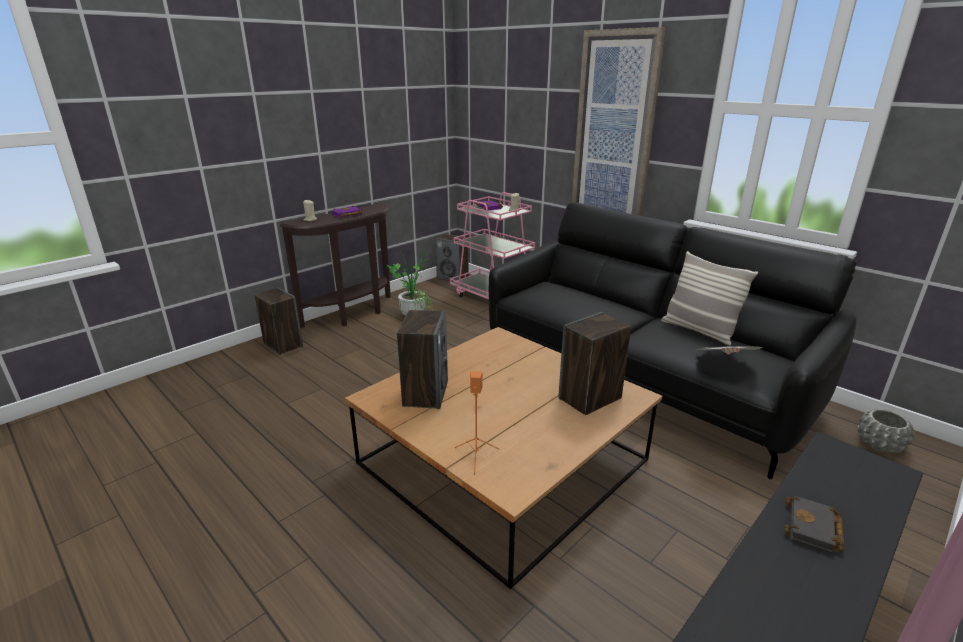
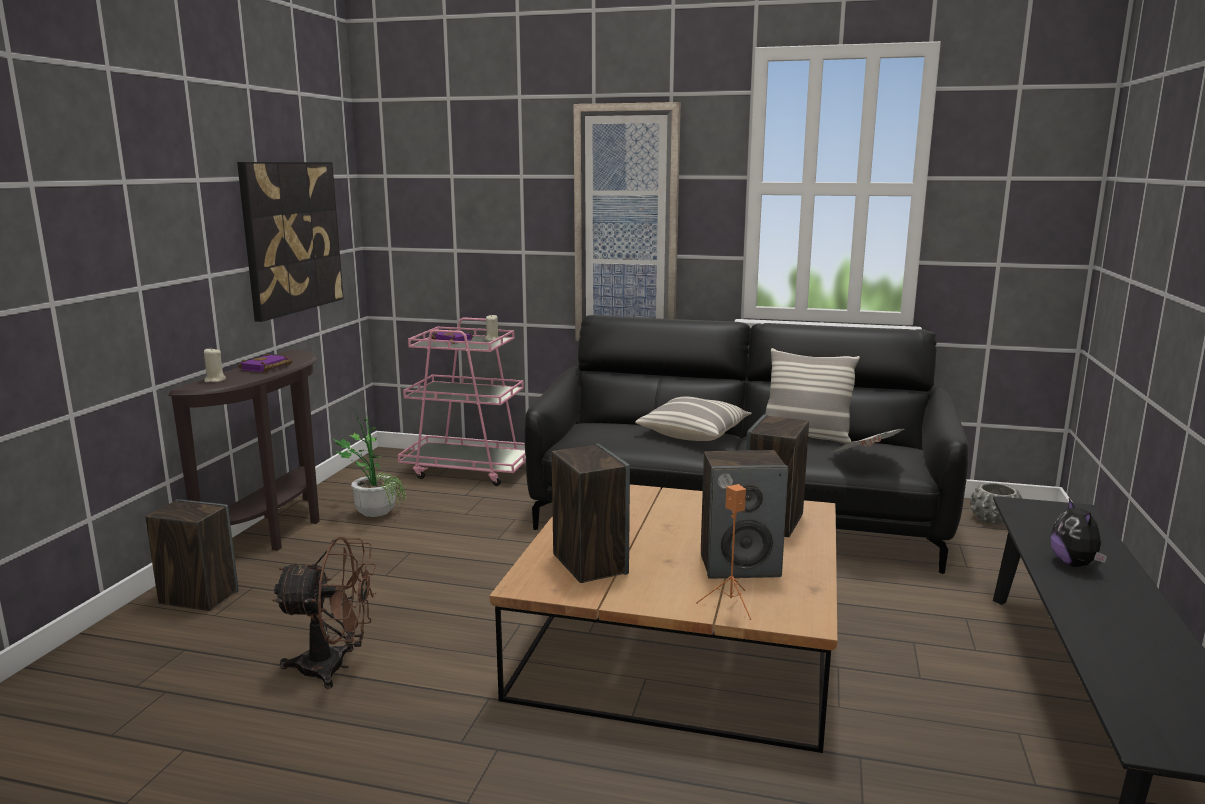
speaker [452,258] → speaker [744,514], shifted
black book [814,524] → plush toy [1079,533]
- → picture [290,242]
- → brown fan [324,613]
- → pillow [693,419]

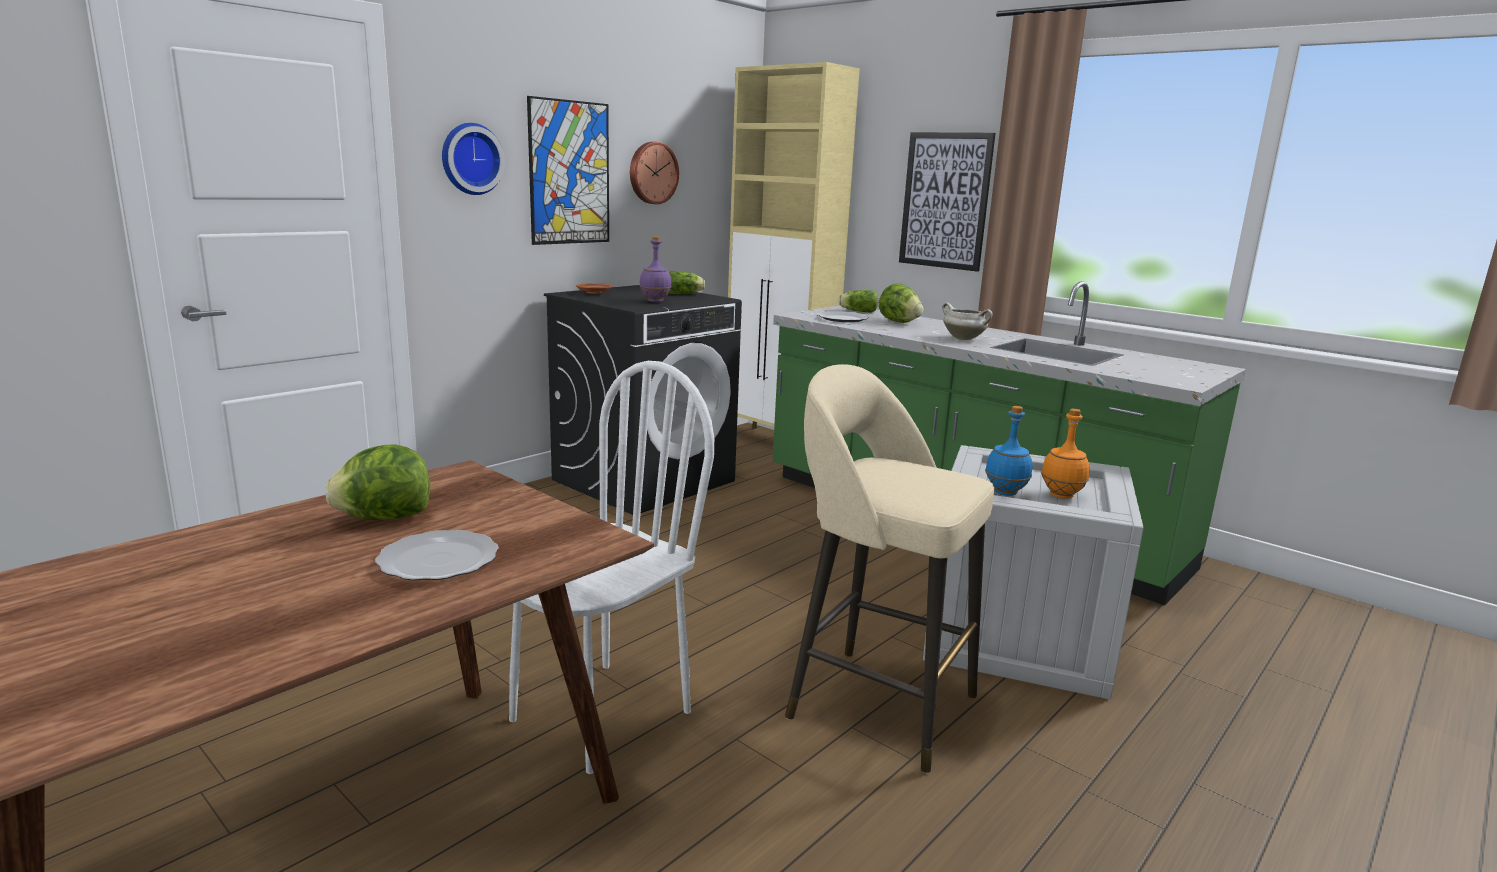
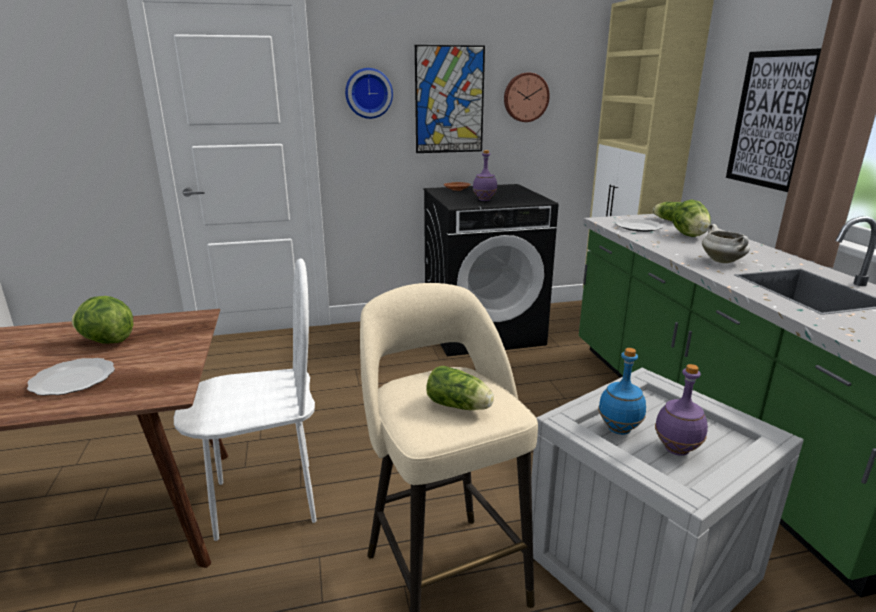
lettuce [687,282] → lettuce [460,388], shifted
orange bottle [1065,454] → purple bottle [681,410]

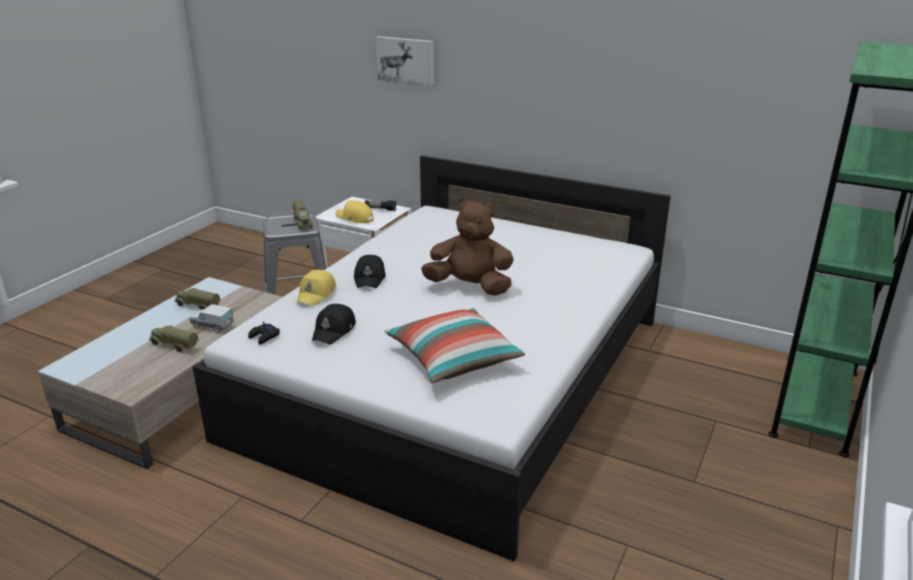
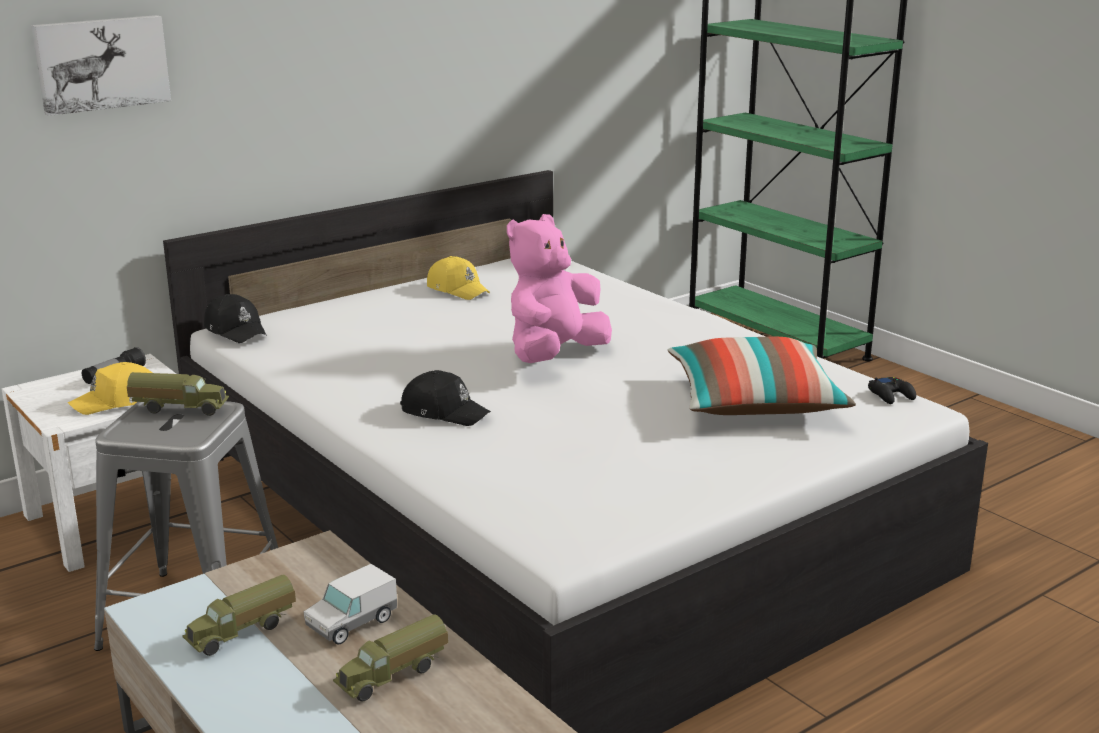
black game controller [264,333] → black game controller [892,390], shifted
yellow cap [316,288] → yellow cap [458,278], shifted
black cap [334,324] → black cap [235,318], shifted
brown plush toy [467,247] → pink plush toy [559,288]

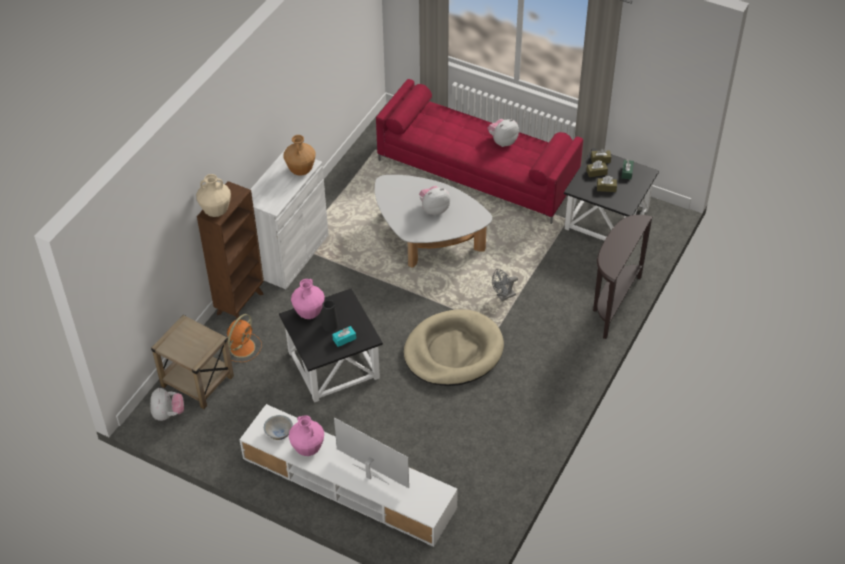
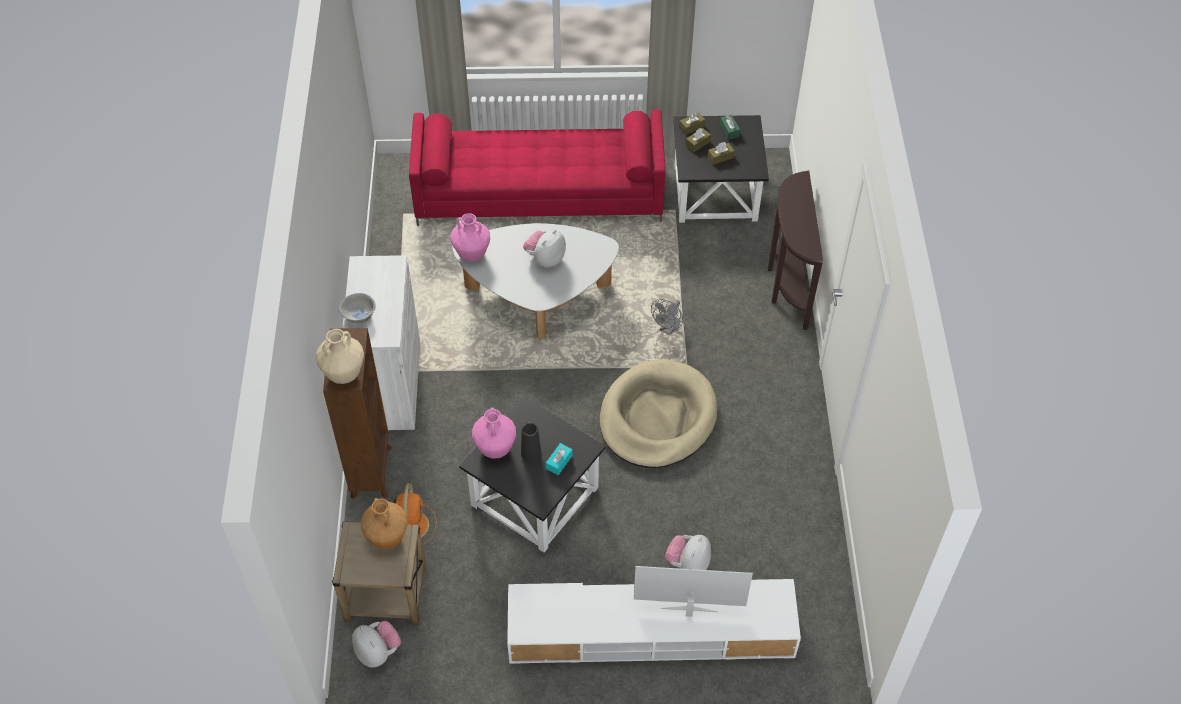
white bowl [278,427] → white bowl [357,308], shifted
brown vase [299,155] → brown vase [384,523], shifted
pink vase [306,435] → pink vase [470,237], shifted
plush toy [503,133] → plush toy [688,552], shifted

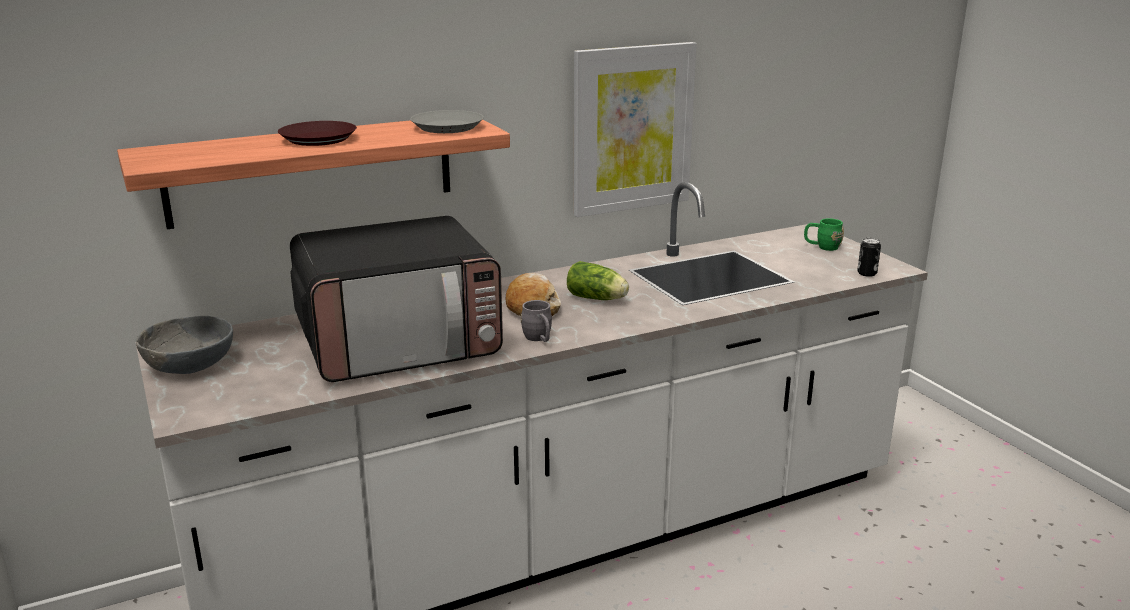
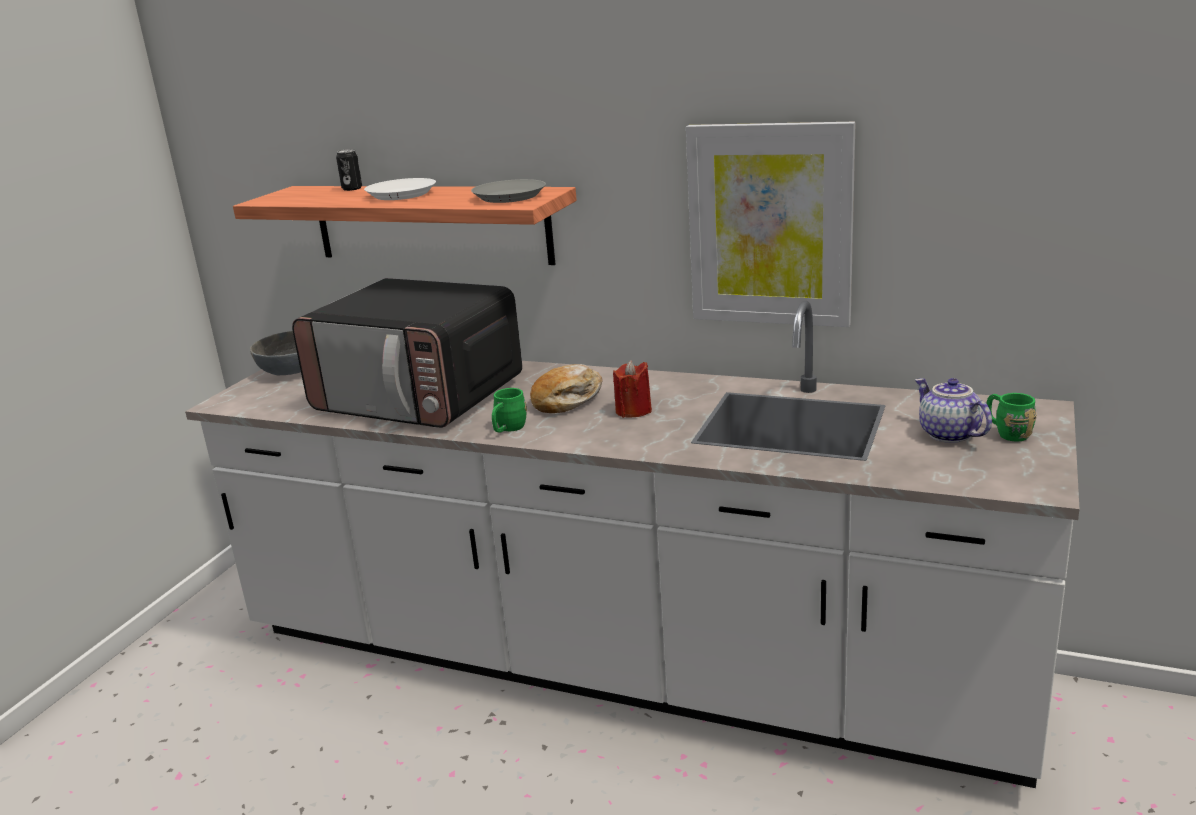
brown plate [317,133] → white plate [400,189]
grey mug [536,321] → green mug [509,410]
lettuce [598,280] → red candle [632,389]
can [869,257] → can [349,170], shifted
- → teapot [953,410]

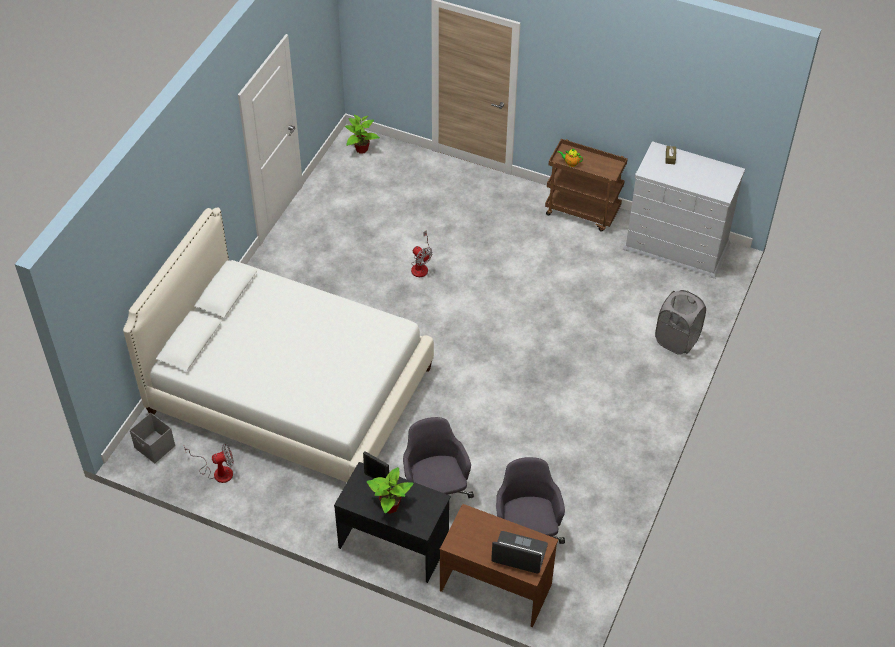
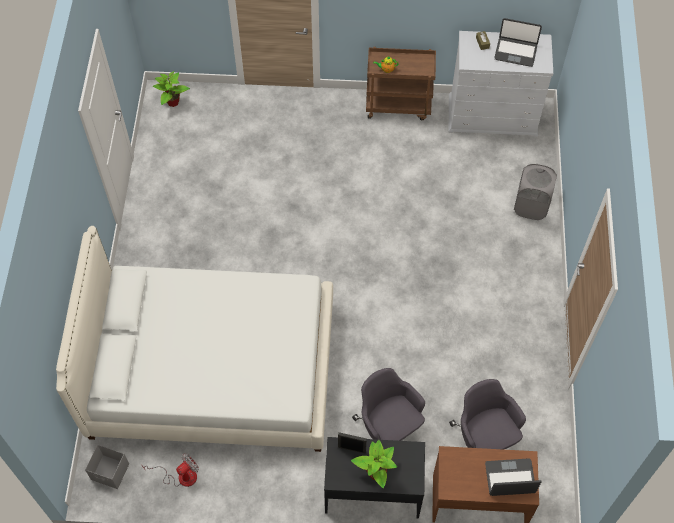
fan [421,253] → -
- → laptop [518,42]

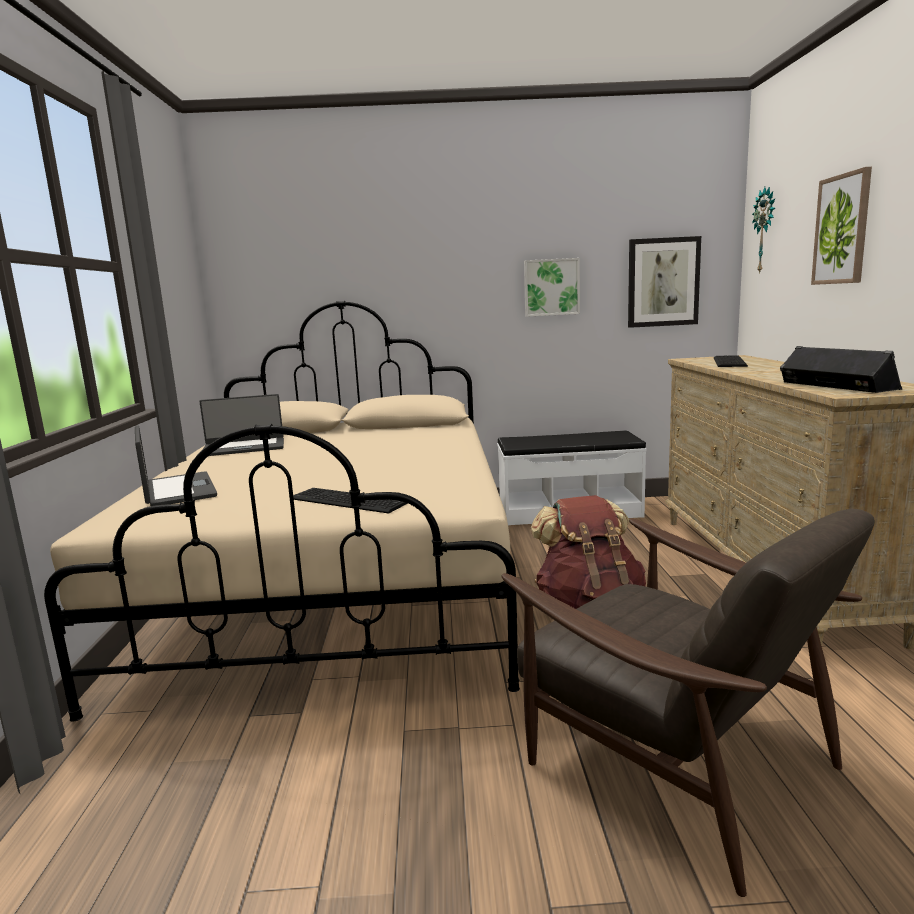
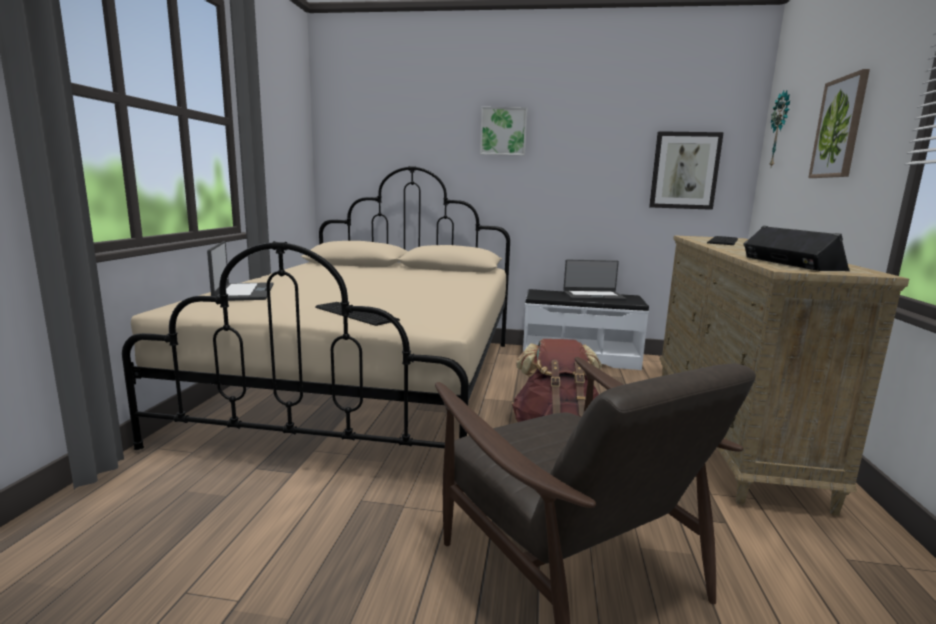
laptop [241,425] → laptop [594,280], shifted
picture [552,287] → picture [504,131], shifted

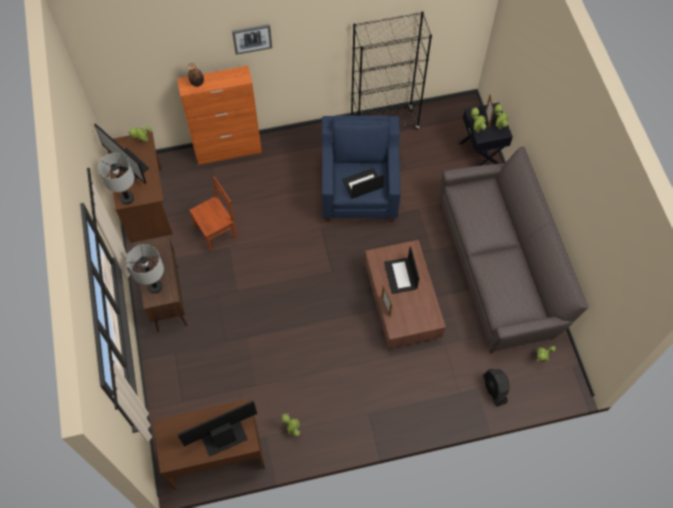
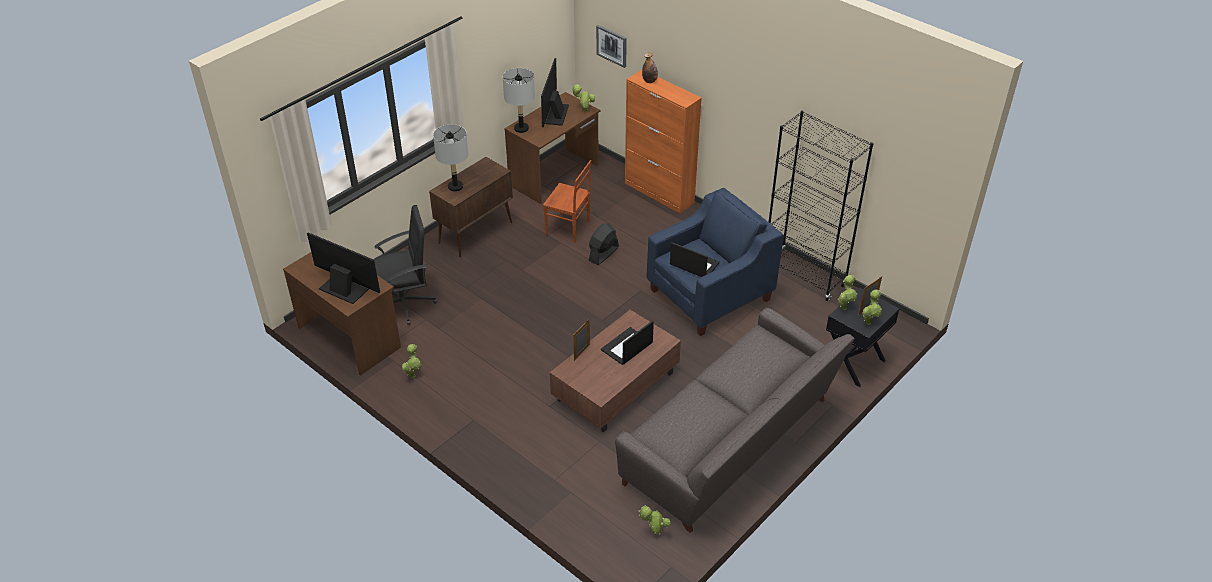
picture [252,39] → picture [611,46], shifted
black fan [496,388] → black fan [603,244], shifted
- → black office chair [405,265]

